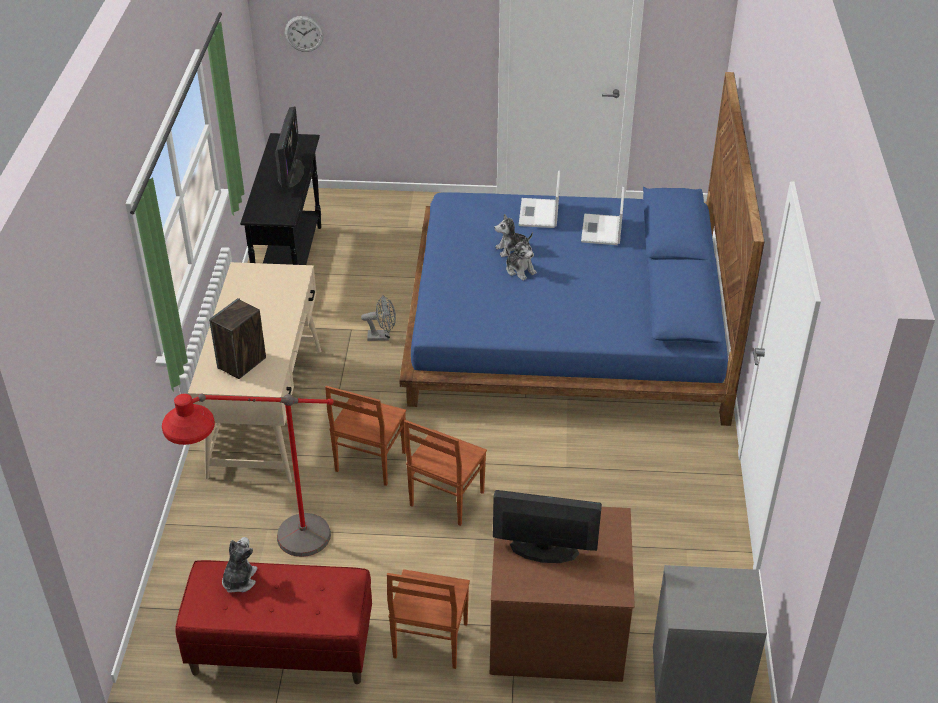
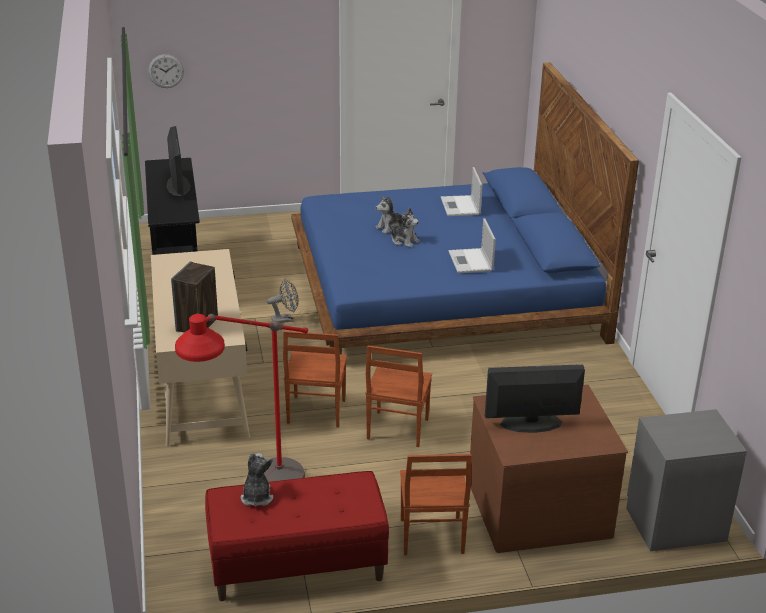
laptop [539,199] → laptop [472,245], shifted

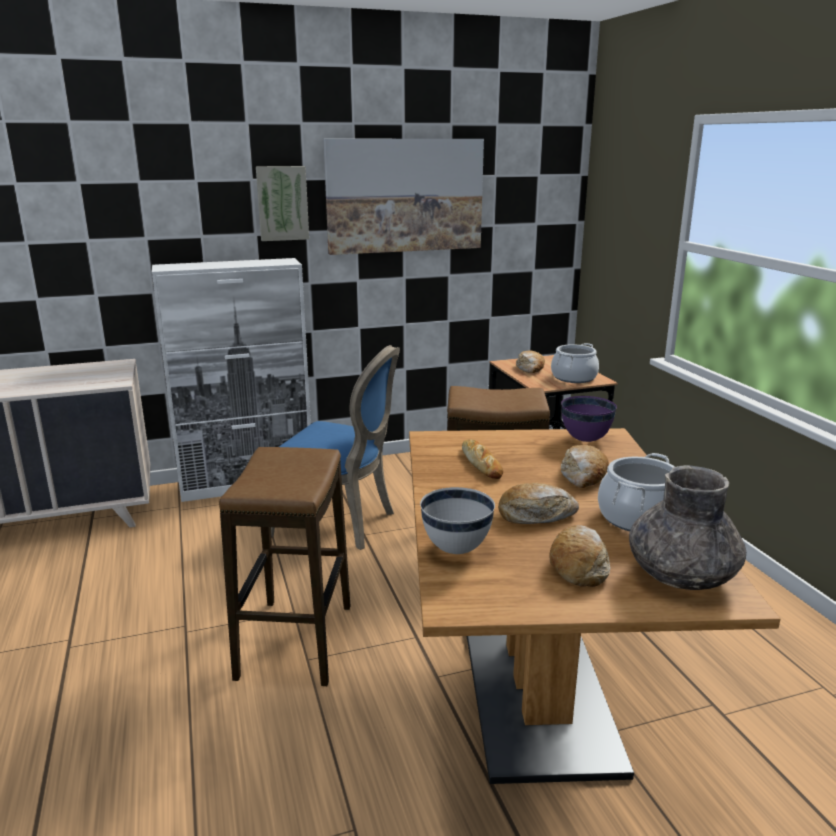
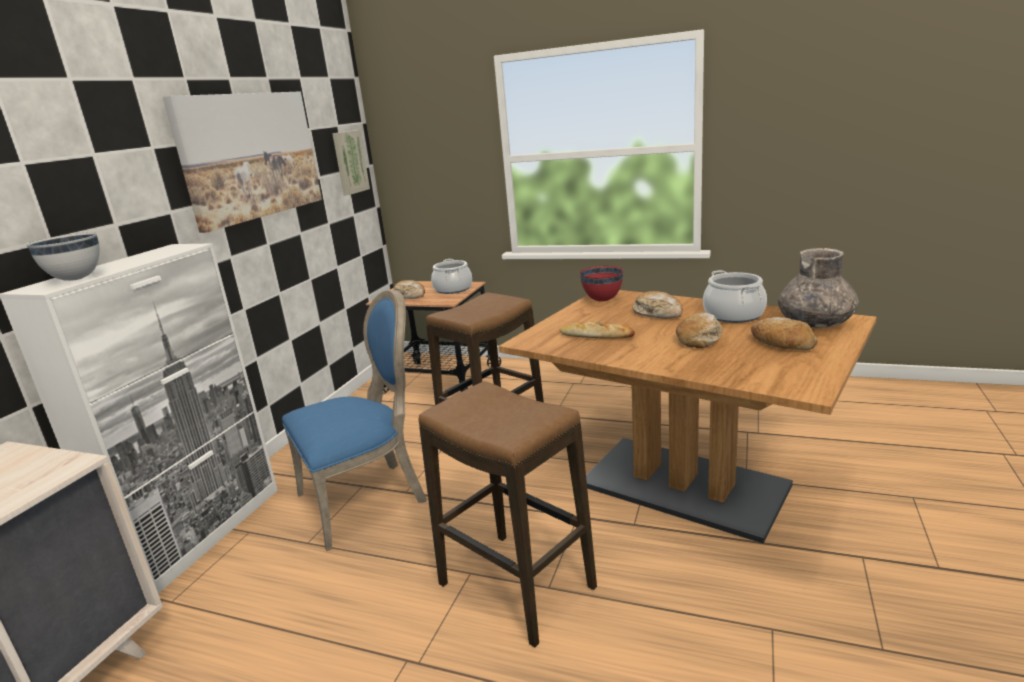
picture [282,203] → picture [351,162], shifted
white bowl [457,520] → white bowl [63,256], shifted
purple bowl [589,419] → red bowl [602,283]

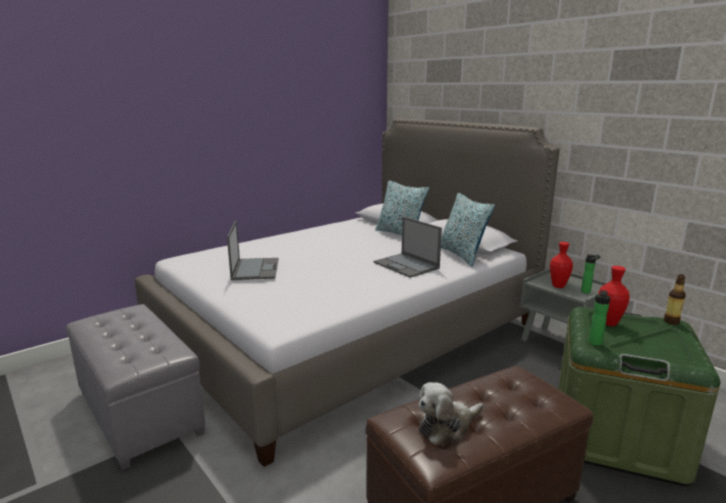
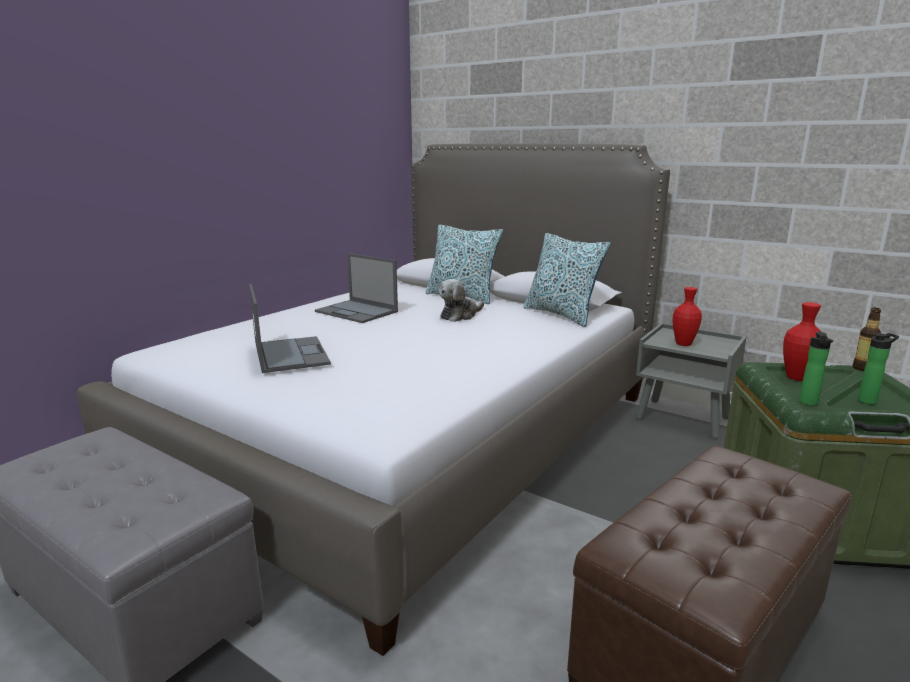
laptop [407,247] → laptop [356,288], shifted
plush toy [451,413] → plush toy [461,300], shifted
bottle [591,274] → bottle [878,368], shifted

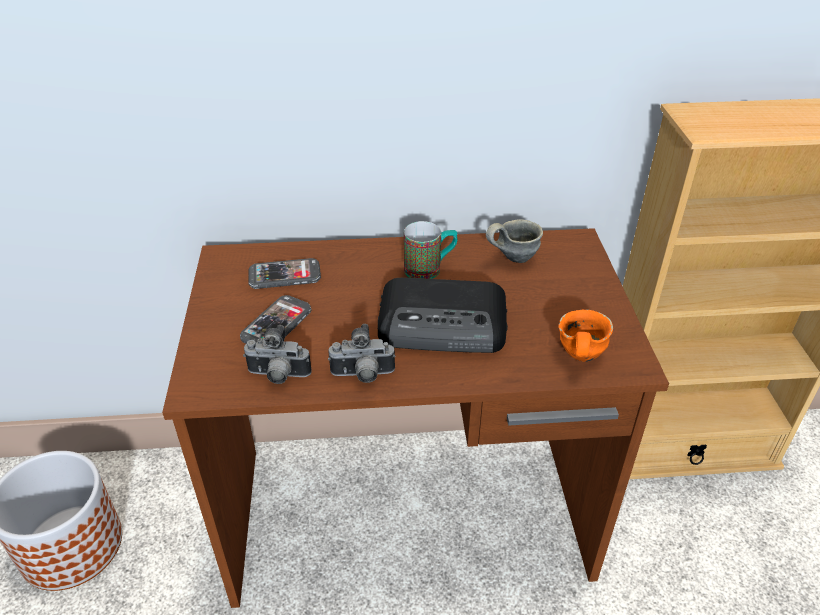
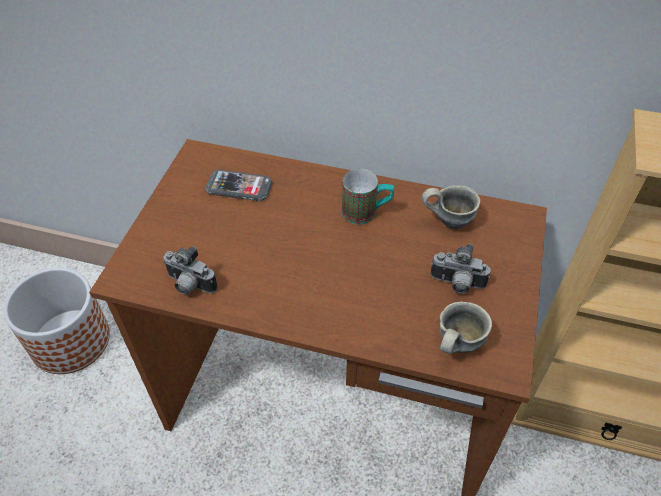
phone [275,319] → -
photo camera [361,353] → photo camera [461,269], shifted
radio [443,315] → -
orange mug [585,336] → grey mug [466,327]

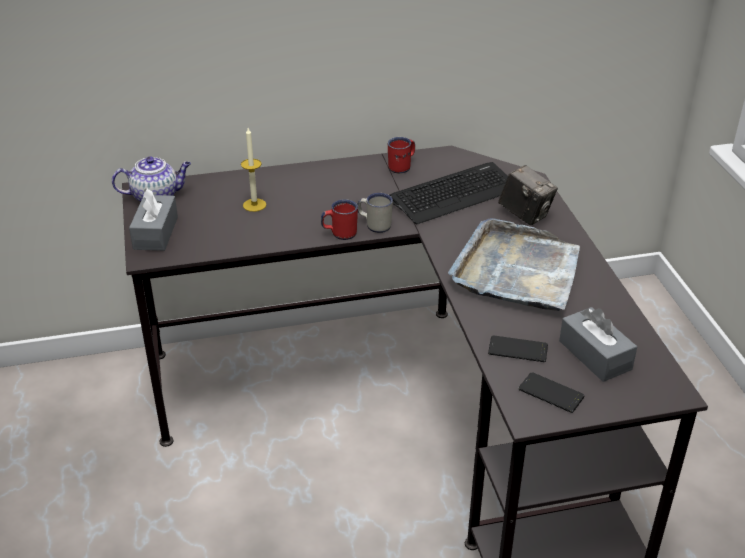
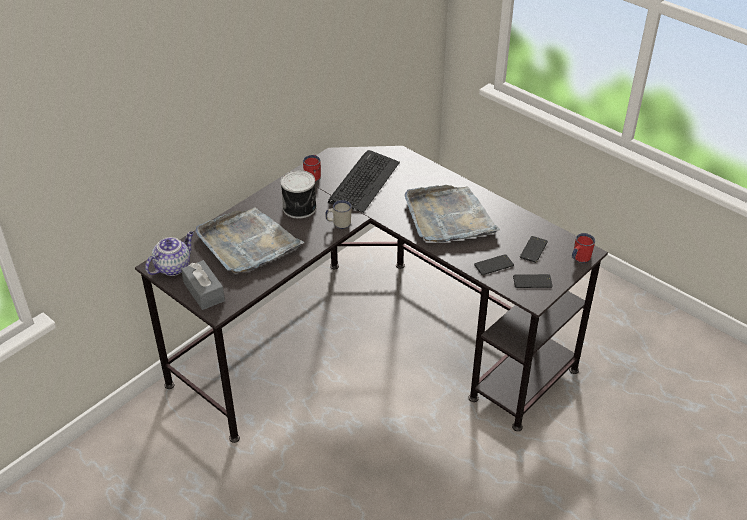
candle [253,170] → grey tray [250,240]
red mug [339,219] → red mug [583,248], shifted
photo camera [528,195] → -
grey tissue box [598,344] → phone [534,249]
- → can [298,194]

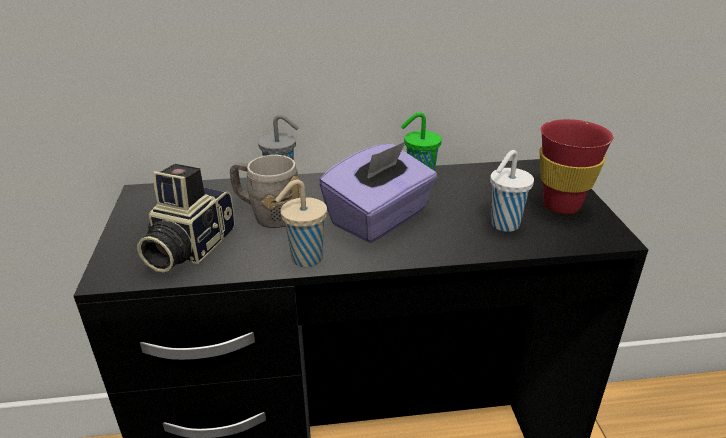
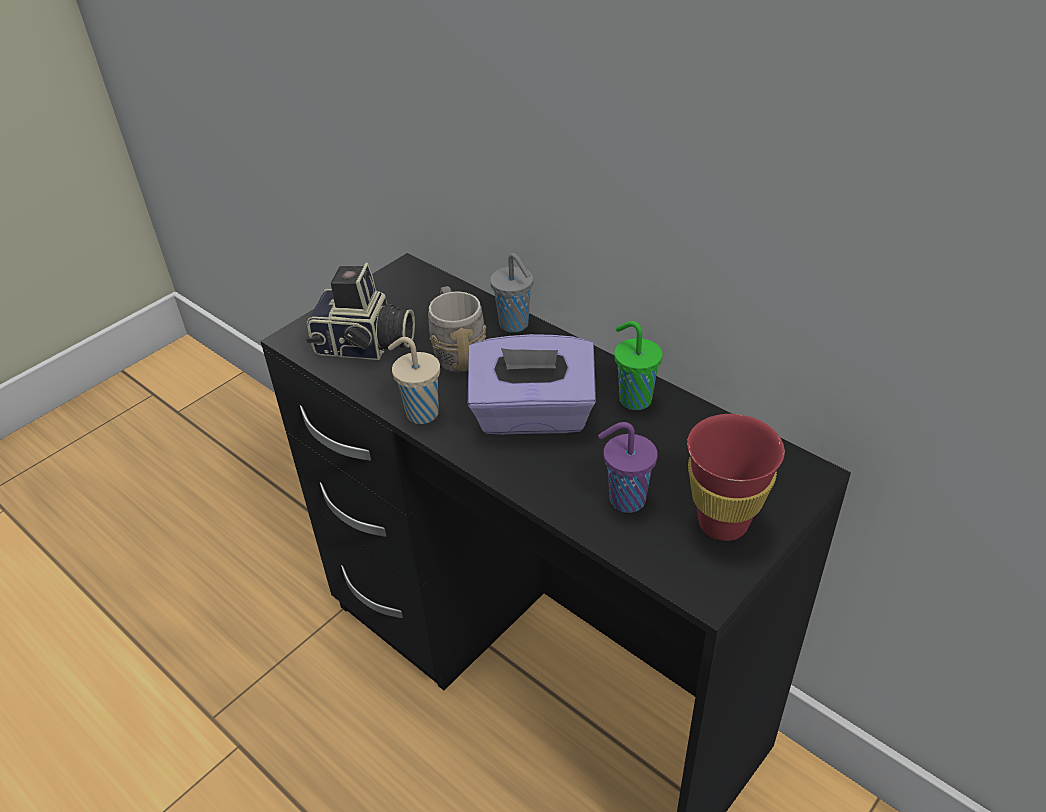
photo camera [186,218] → photo camera [360,311], 150 degrees counterclockwise
white cup [512,191] → purple cup [628,467]

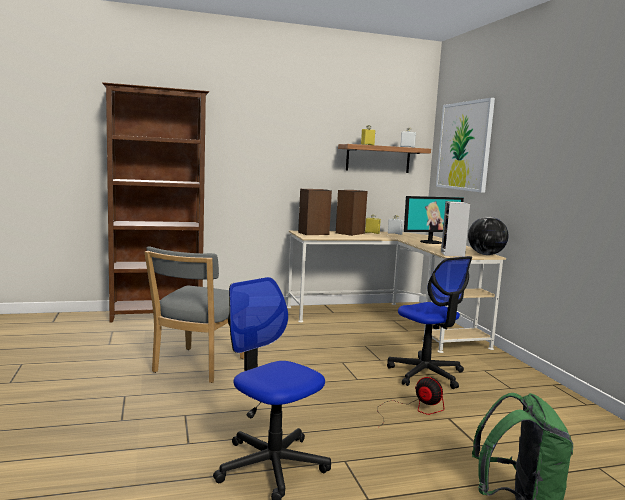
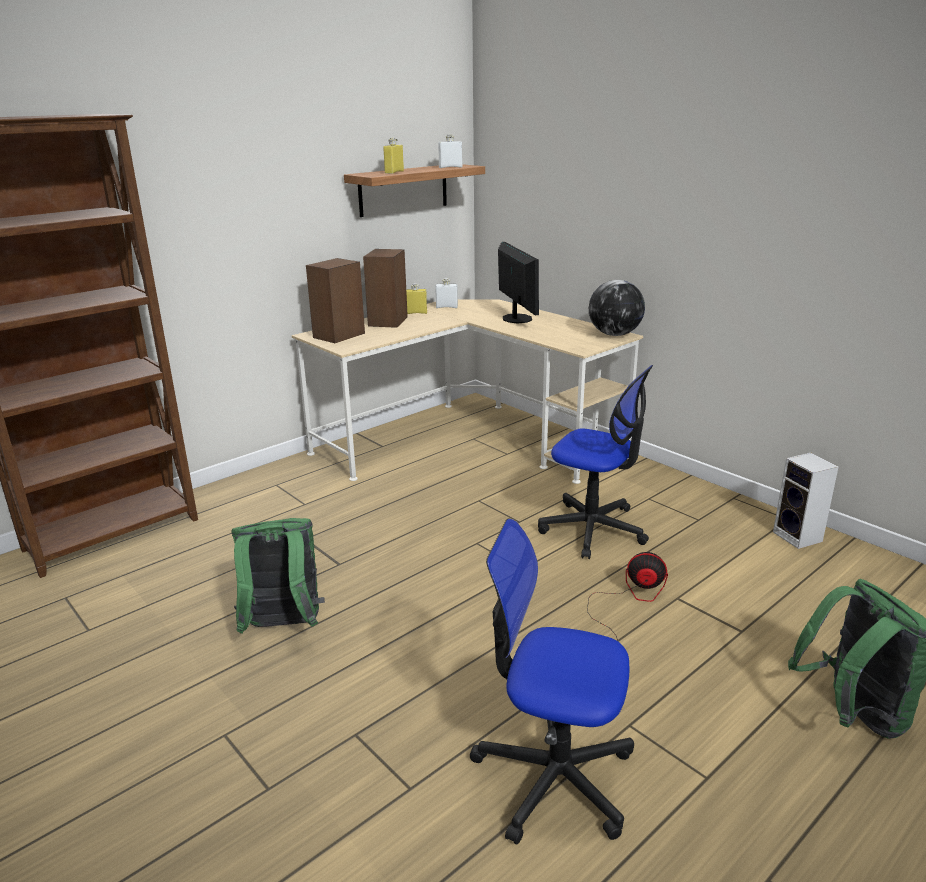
grey chair [194,314] → green backpack [278,576]
monitor [434,220] → monitor [518,282], 60 degrees counterclockwise
picture [465,145] → -
speaker [455,229] → speaker [805,501], shifted

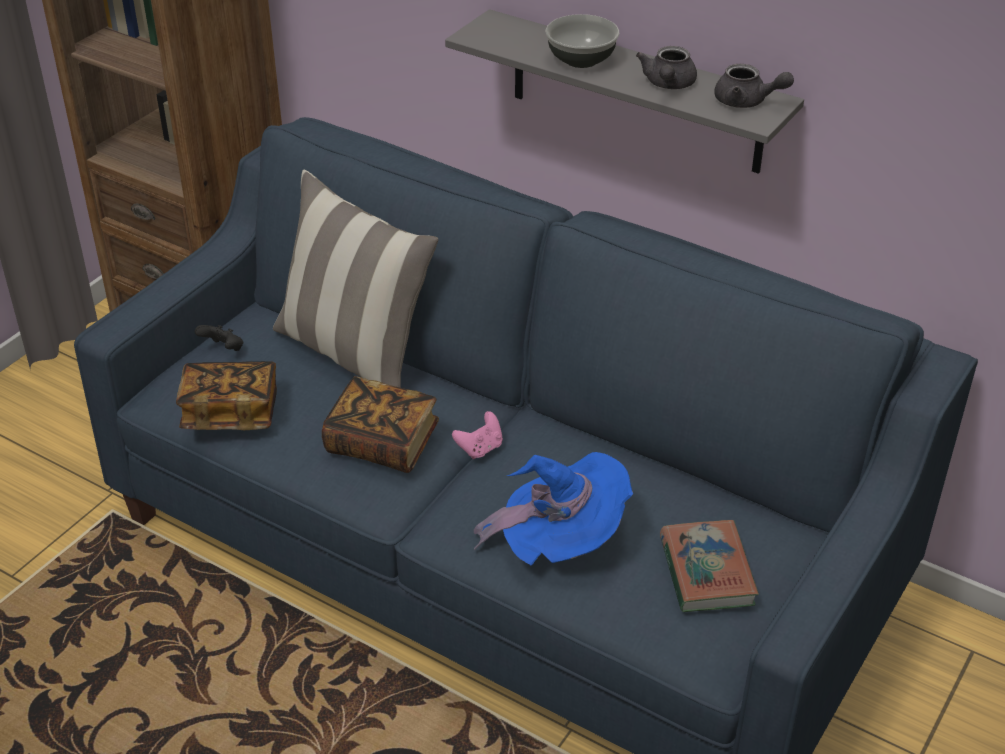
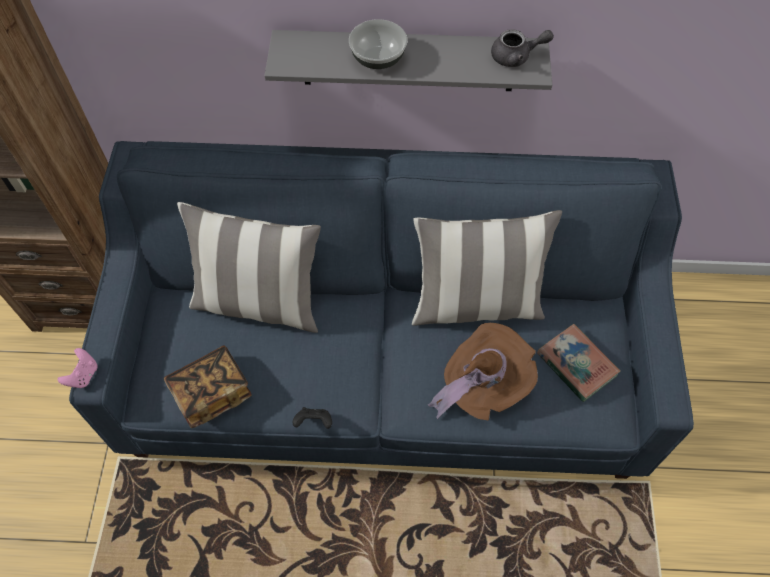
black game controller [218,338] → black game controller [312,418], shifted
book [380,424] → -
pink game controller [477,435] → pink game controller [78,368], shifted
blue hat [553,509] → brown hat [483,371]
grey teapot [666,67] → -
- → pillow [487,268]

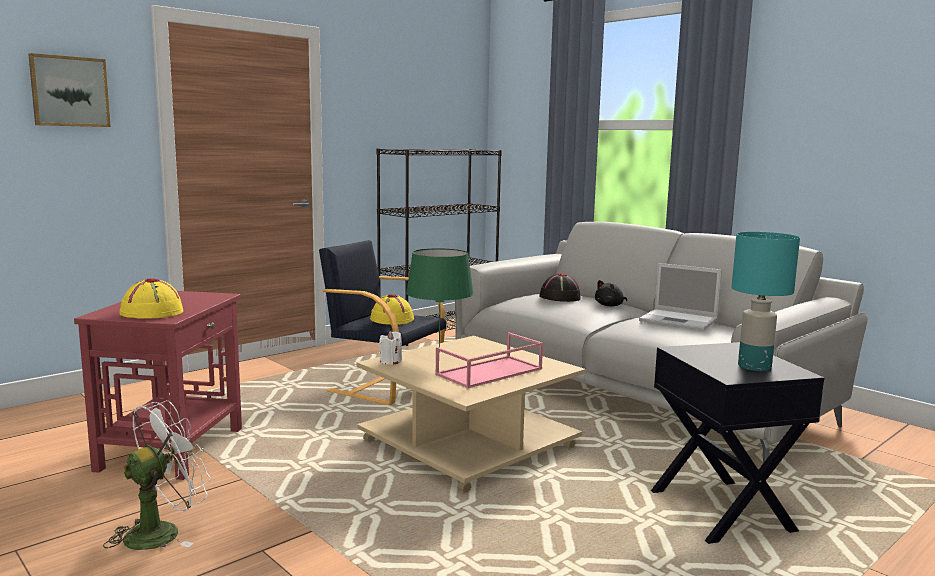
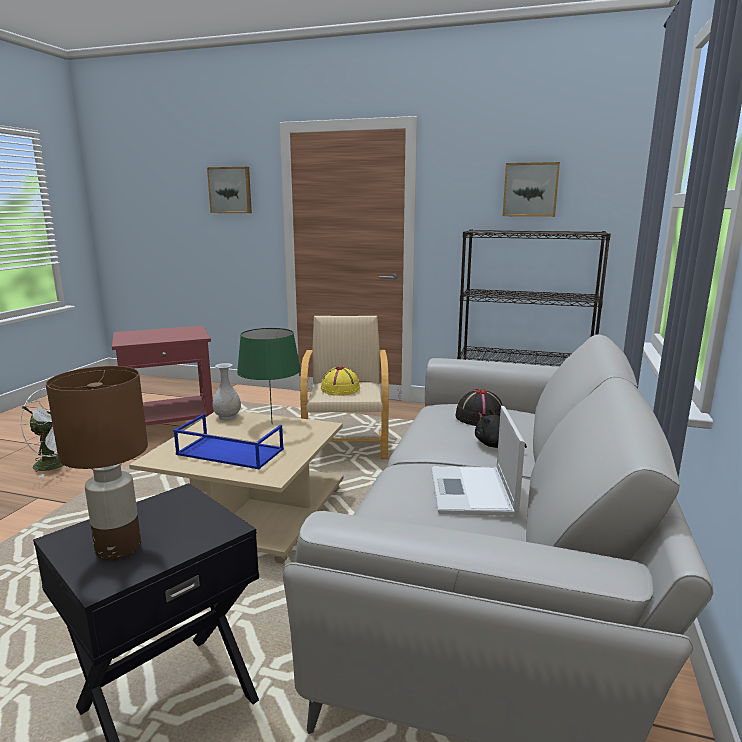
yellow hat [151,298] → -
black armchair [382,322] → beige armchair [344,387]
white candle [390,348] → white vase [226,391]
pink tray [489,360] → blue tray [228,441]
turquoise table lamp [766,301] → brown table lamp [97,463]
- → picture [531,189]

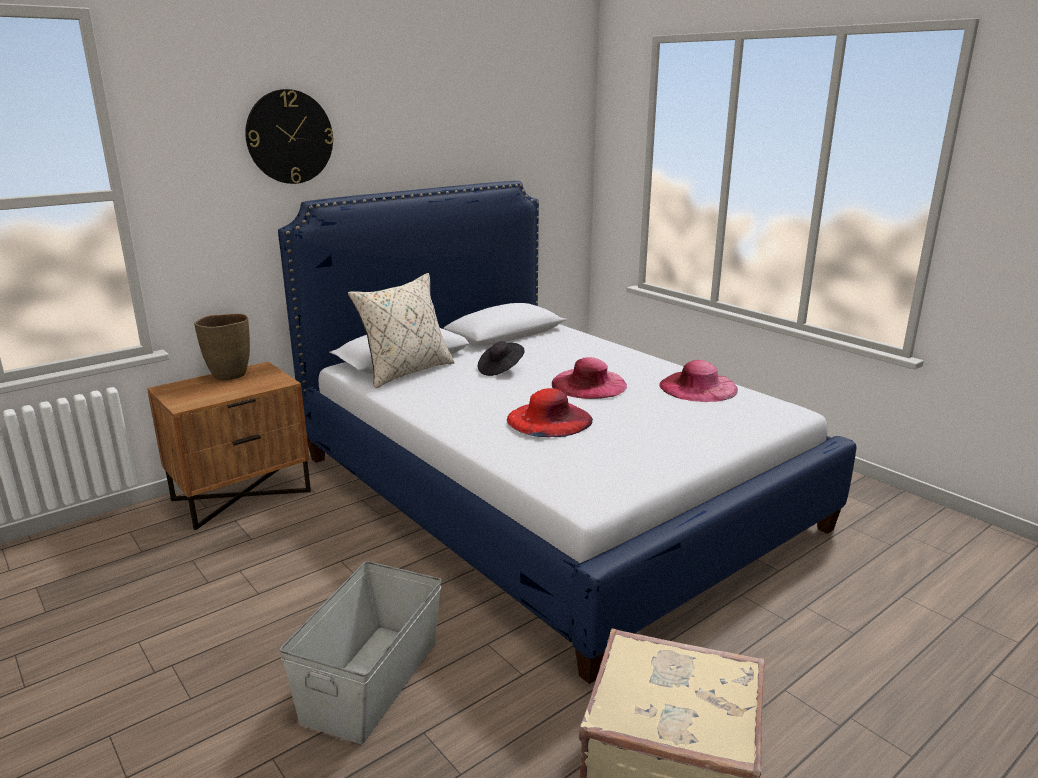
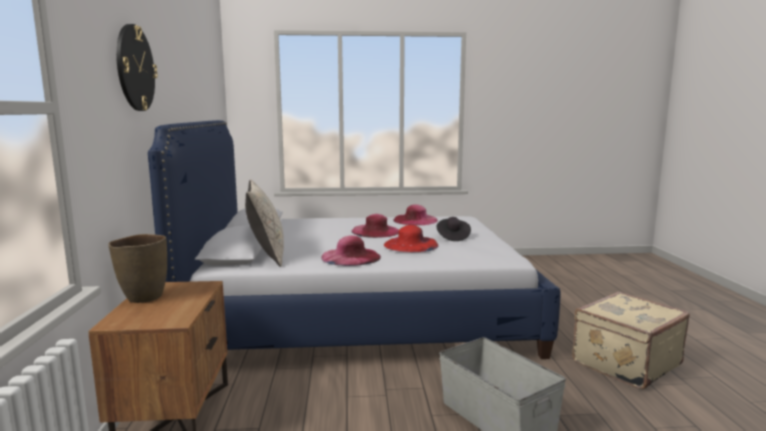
black hat [501,358] → black hat [454,229], shifted
- → pink hat [351,251]

